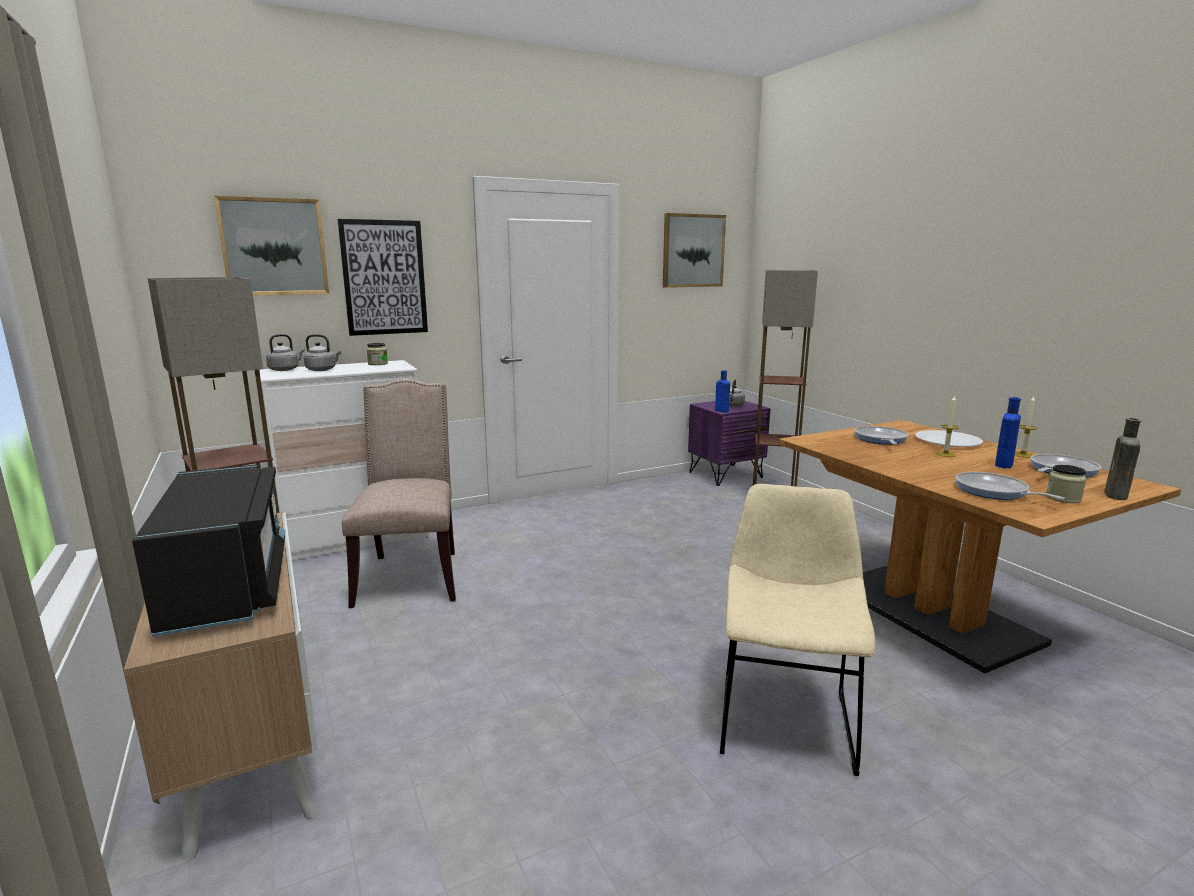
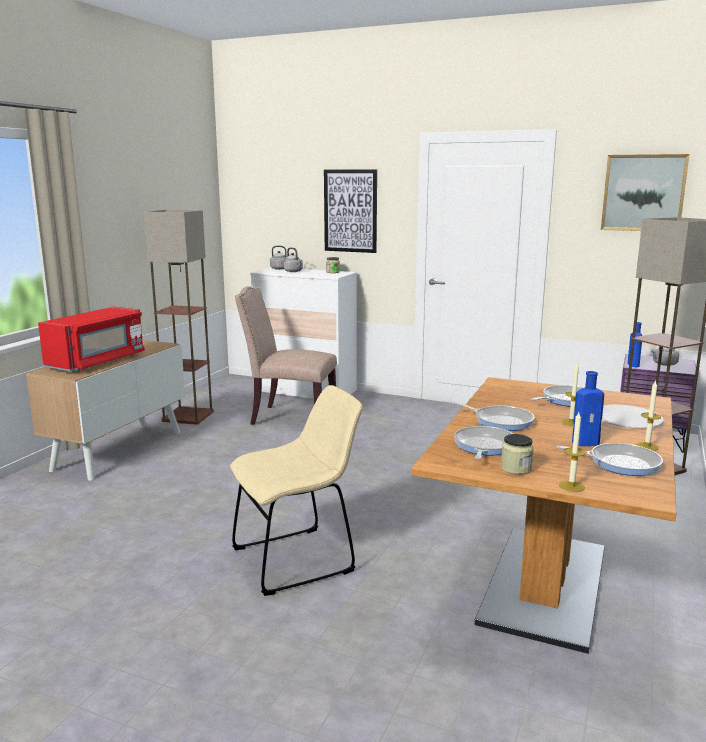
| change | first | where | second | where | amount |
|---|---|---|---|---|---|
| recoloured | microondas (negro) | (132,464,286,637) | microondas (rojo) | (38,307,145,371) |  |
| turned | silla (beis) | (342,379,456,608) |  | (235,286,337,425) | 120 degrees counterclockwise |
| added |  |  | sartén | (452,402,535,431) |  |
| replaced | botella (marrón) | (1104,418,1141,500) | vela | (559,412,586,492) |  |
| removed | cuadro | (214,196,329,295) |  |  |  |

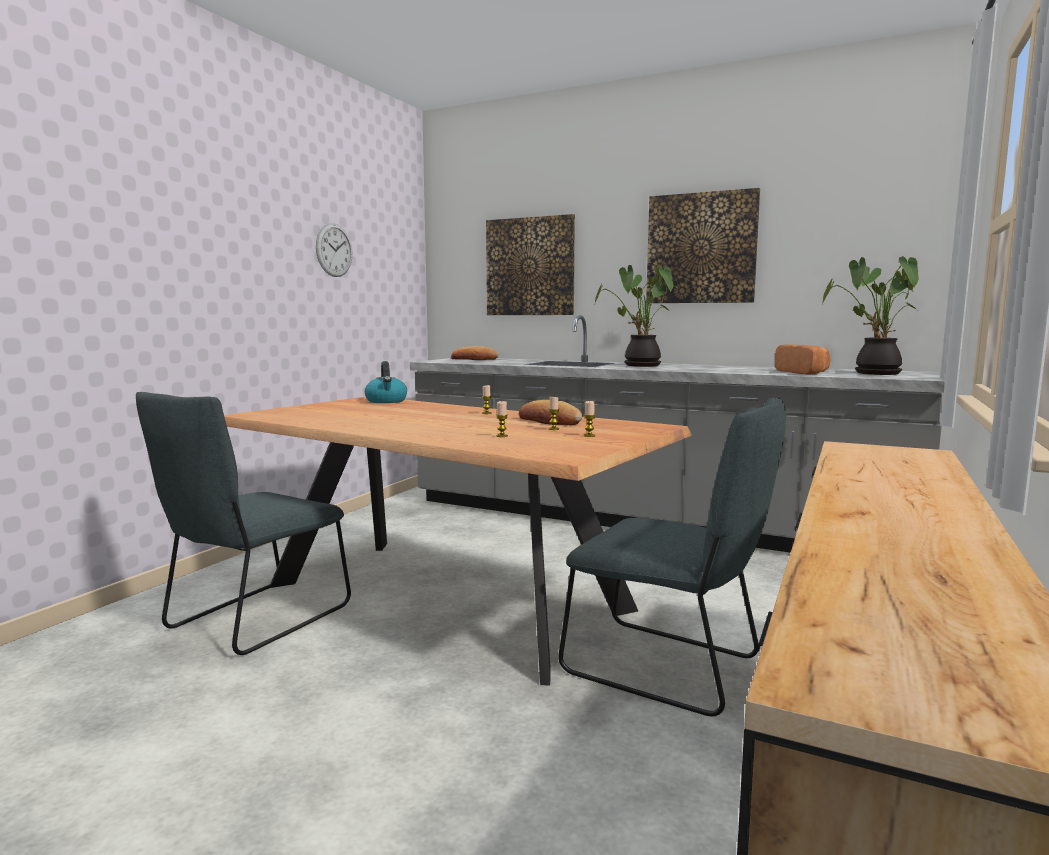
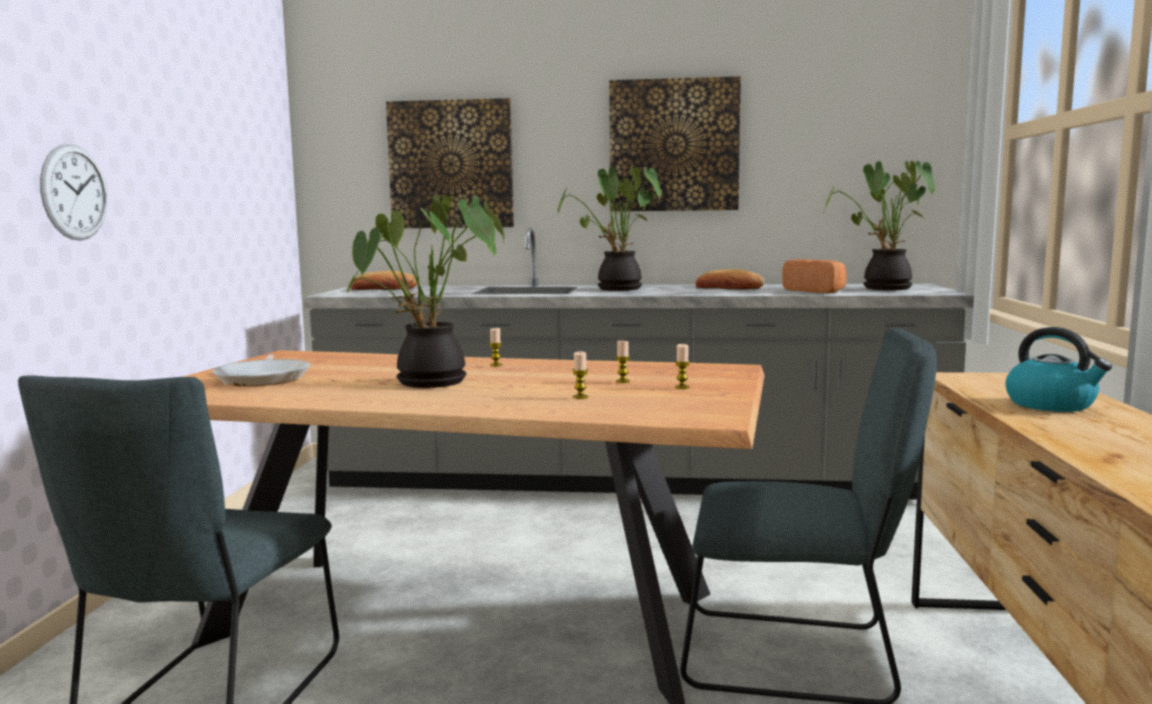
| change | first | where | second | where | amount |
|---|---|---|---|---|---|
| moved | reloj de pared | (316,223,352,277) |  | (40,144,107,241) |  |
| added |  |  | sartén | (212,354,311,386) |  |
| added |  |  | planta en maceta | (347,194,504,388) |  |
| moved | pan | (519,400,582,425) |  | (696,269,765,290) |  |
| moved | hervidor | (365,361,407,403) |  | (1005,327,1112,412) |  |

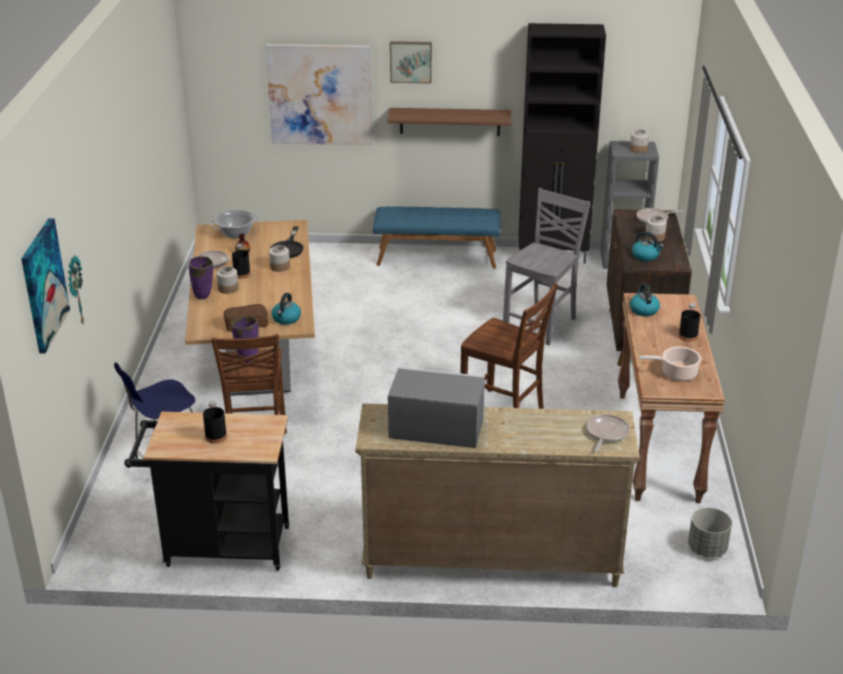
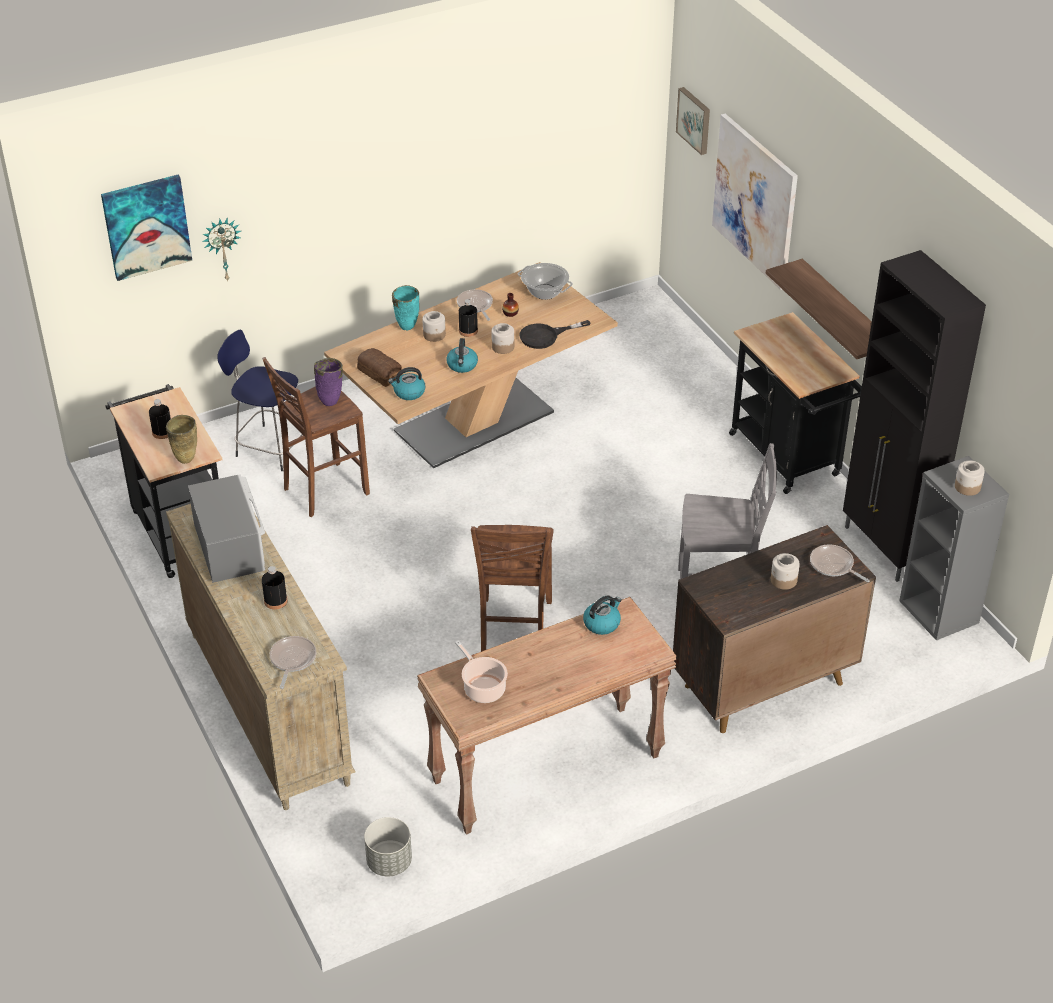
| change | first | where | second | where | amount |
|---|---|---|---|---|---|
| added |  |  | florero (beis) | (166,415,197,464) |  |
| moved | botella (negro) | (678,303,700,342) |  | (262,566,288,609) |  |
| turned | sartén | (586,414,630,452) |  | (270,636,316,689) | 75 degrees counterclockwise |
| recoloured | florero (morado) | (189,256,213,299) | florero (turquesa) | (392,285,419,331) |  |
| moved | hervidor | (632,232,664,261) |  | (446,338,478,373) |  |
| moved | cuadro | (390,41,432,84) |  | (676,87,710,155) |  |
| replaced | banco (azul) | (373,206,500,269) | carrito (negro) | (729,312,862,494) |  |

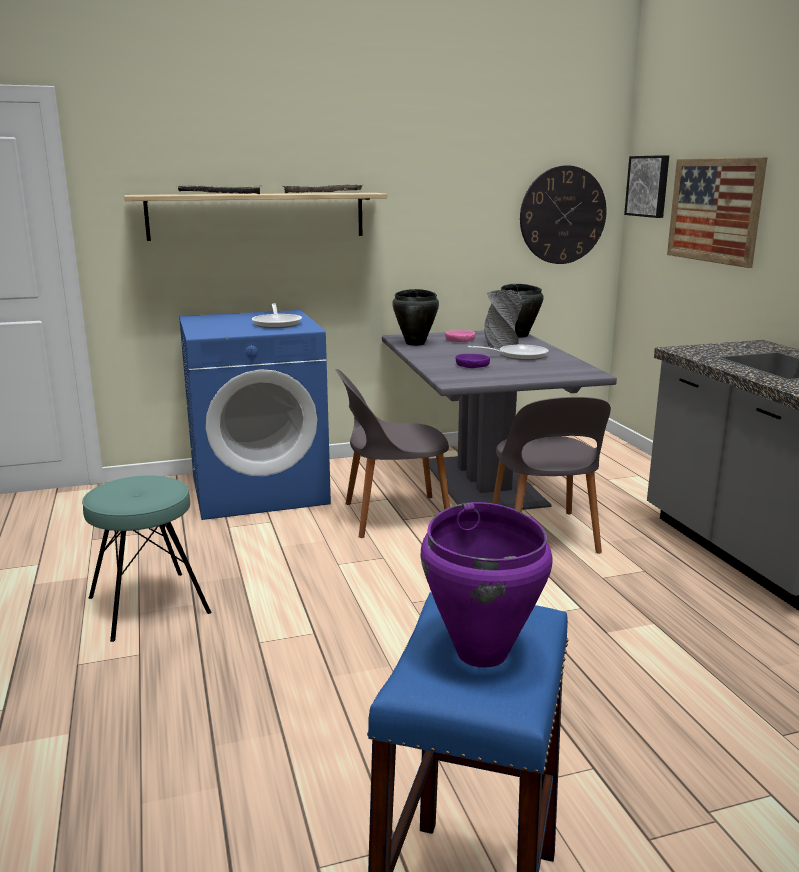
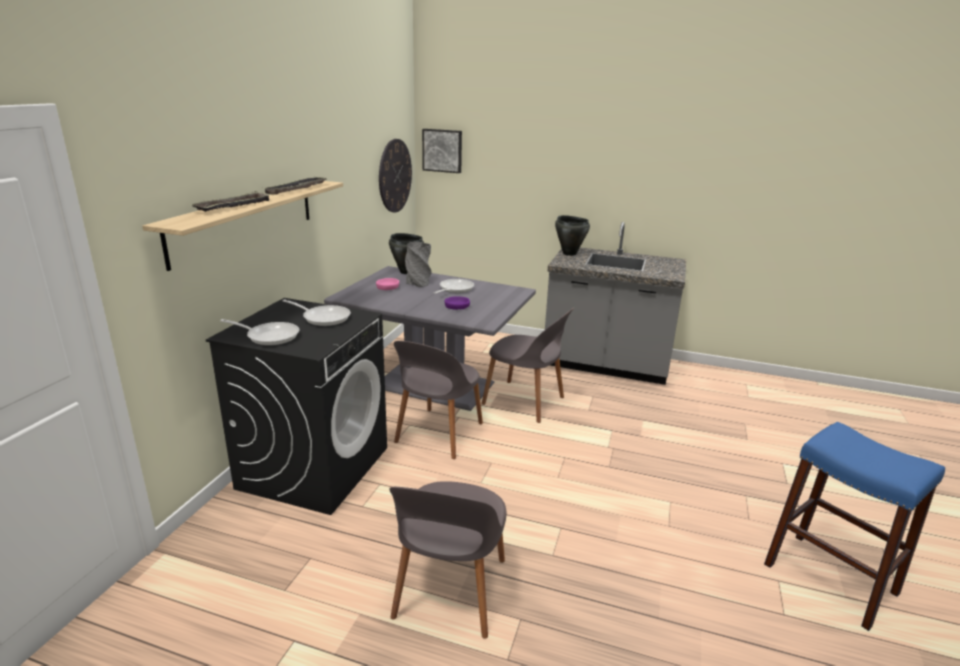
| change | first | where | second | where | amount |
|---|---|---|---|---|---|
| recoloured | lavadora (azul) | (179,310,331,520) | lavadora (negro) | (206,298,387,515) |  |
| added |  |  | sartén | (220,319,299,346) |  |
| replaced | taburete (turquesa) | (82,476,211,642) | silla (gris) | (389,481,506,639) |  |
| moved | olla (negro) | (392,289,439,346) |  | (555,215,590,256) |  |
| removed | olla (morado) | (421,502,553,668) |  |  |  |
| removed | cuadro | (667,157,767,268) |  |  |  |

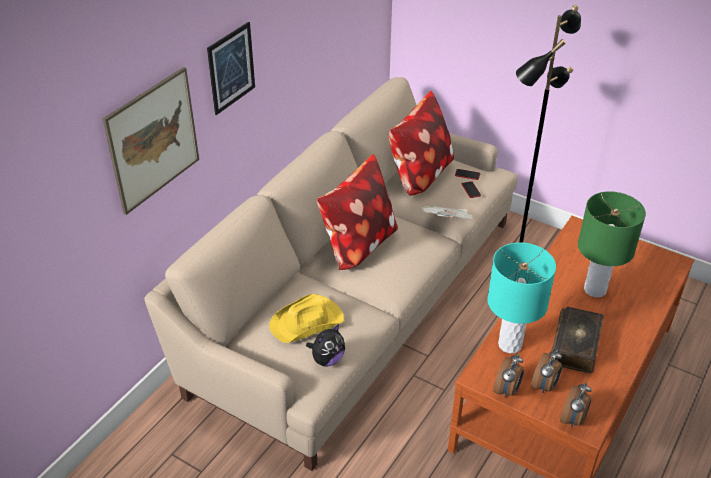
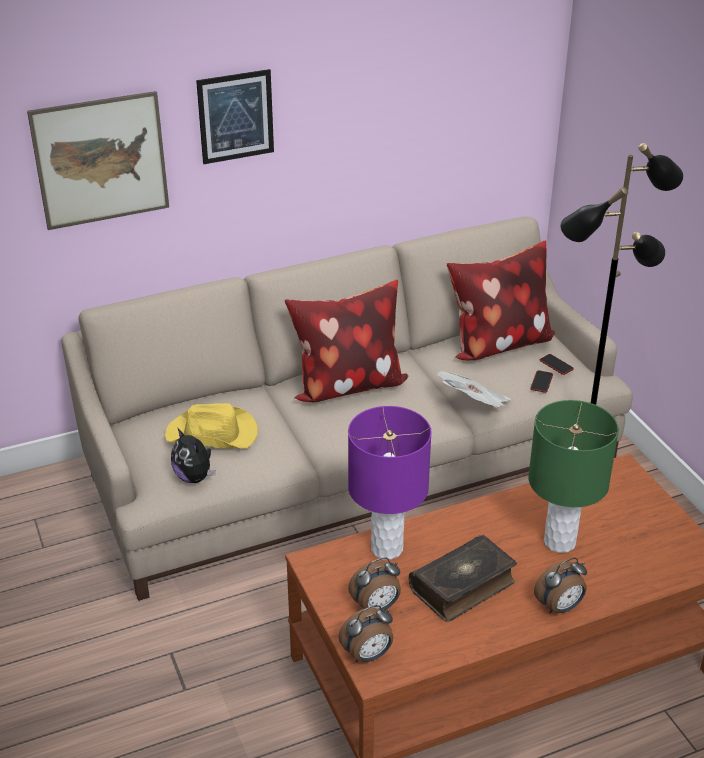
| change | first | where | second | where | amount |
|---|---|---|---|---|---|
| turned | peluche | (306,324,345,367) |  | (171,428,216,483) | 60 degrees clockwise |
| recoloured | lámpara de mesa (turquesa) | (488,243,556,353) | lámpara de mesa (morado) | (348,406,432,560) |  |
| moved | despertador | (493,354,524,398) |  | (534,558,587,613) |  |

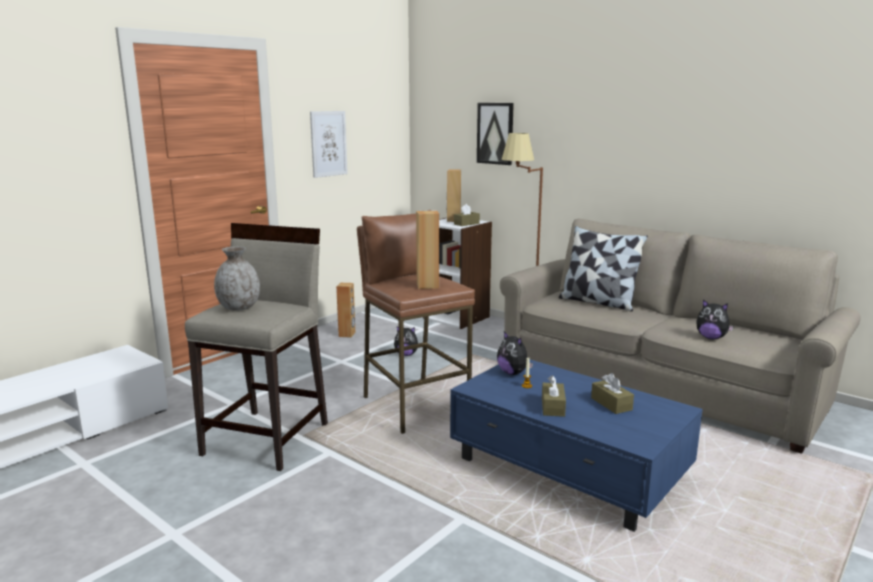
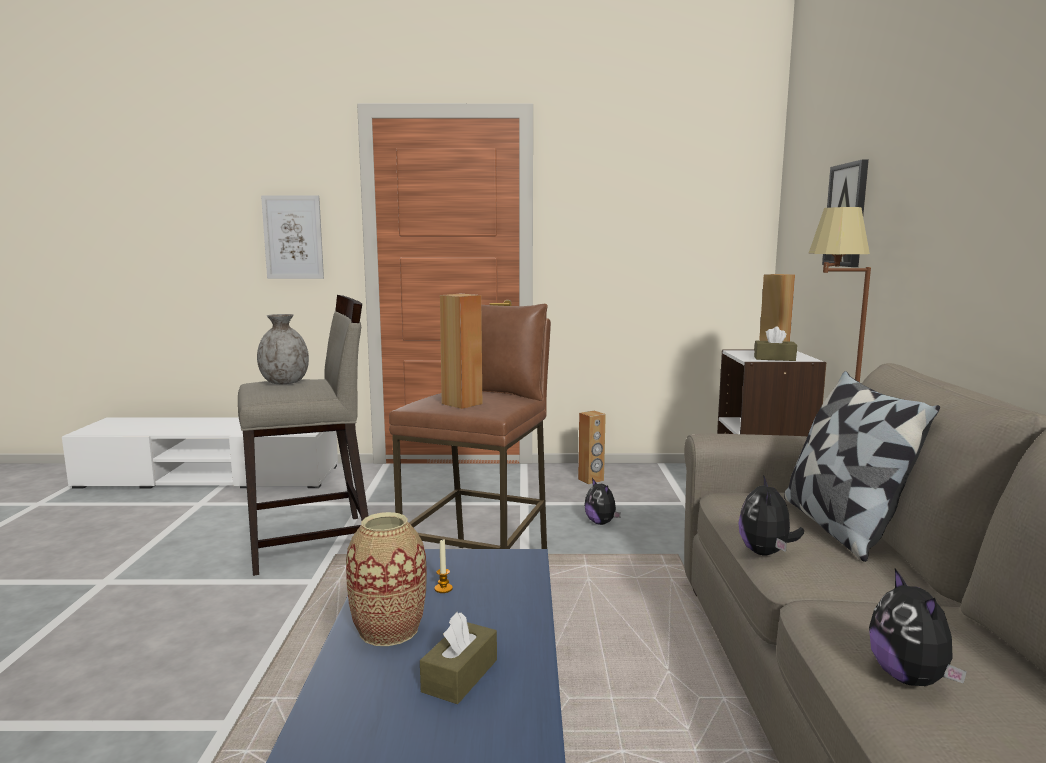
| change | first | where | second | where | amount |
|---|---|---|---|---|---|
| moved | cuadro | (310,111,348,178) |  | (261,195,324,279) |  |
| replaced | caja de pañuelos (marrón) | (542,375,566,417) | florero | (346,512,427,646) |  |
| moved | peluche | (497,331,533,375) |  | (738,475,804,555) |  |

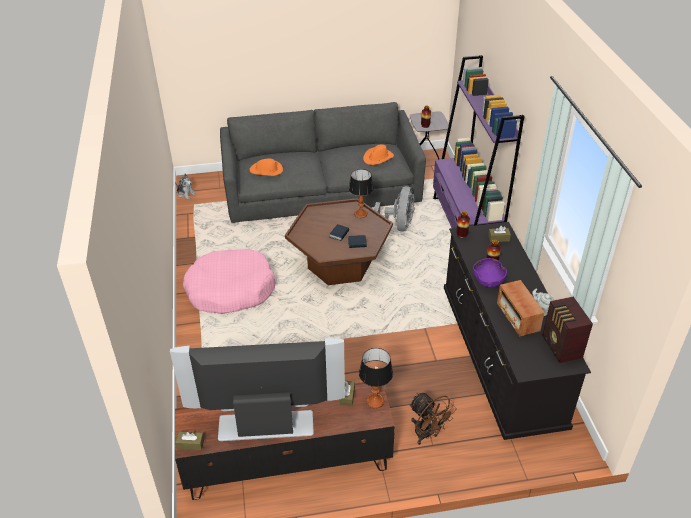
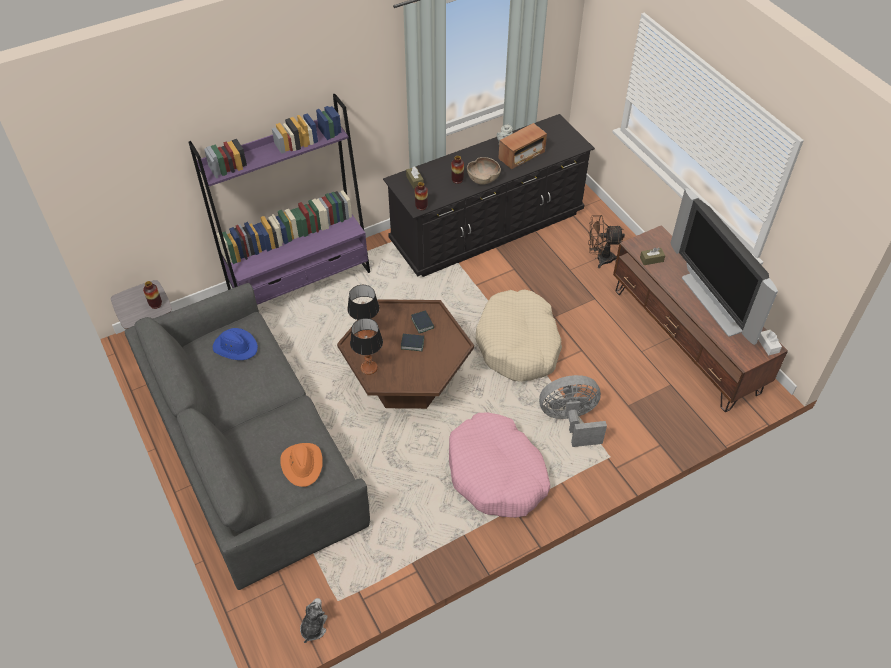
| change | first | where | second | where | amount |
|---|---|---|---|---|---|
| recoloured | sombrero (naranja) | (363,145,394,165) | sombrero (azul) | (213,328,258,360) |  |
| moved | lámpara de mesa | (359,348,393,408) |  | (350,318,383,375) |  |
| recoloured | cuenco (morado) | (473,258,507,288) | cuenco (marrón) | (467,157,501,185) |  |
| added |  |  | cama para perro (beis) | (476,289,562,382) |  |
| moved | ventilador (gris) | (374,186,414,231) |  | (539,375,607,447) |  |
| turned | ventilador (marrón) | (409,393,457,445) |  | (588,215,625,268) | 120 degrees counterclockwise |
| recoloured | caja de pañuelos (marrón) | (175,432,204,450) | caja de pañuelos (blanco) | (758,330,782,355) |  |
| removed | radio | (542,297,593,363) |  |  |  |

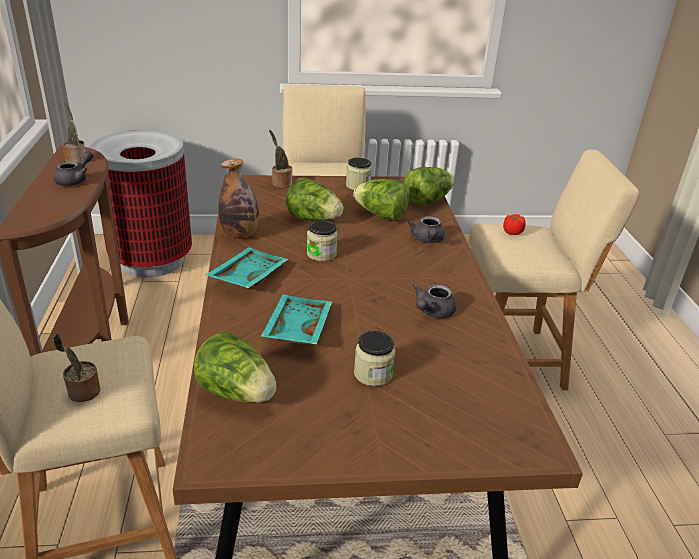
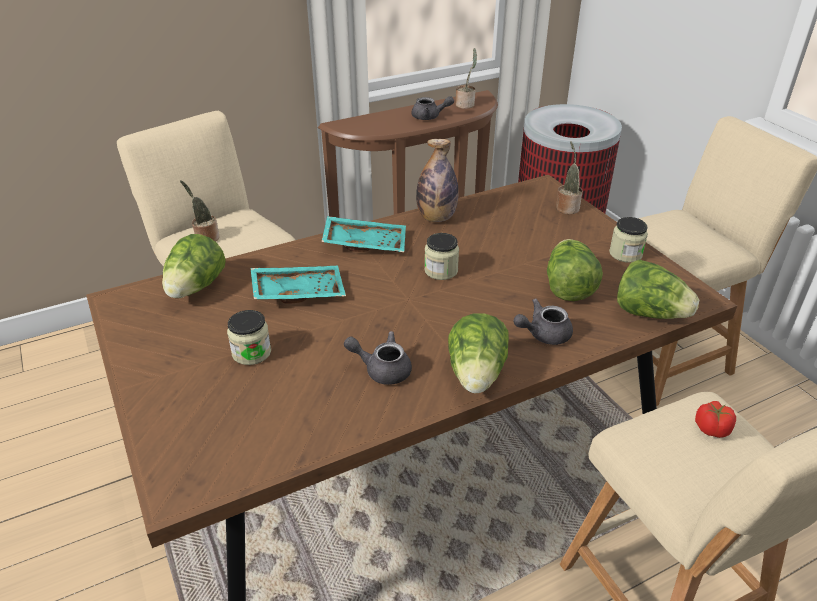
| change | first | where | second | where | amount |
|---|---|---|---|---|---|
| moved | lechuga | (286,178,343,221) |  | (448,313,509,393) |  |

